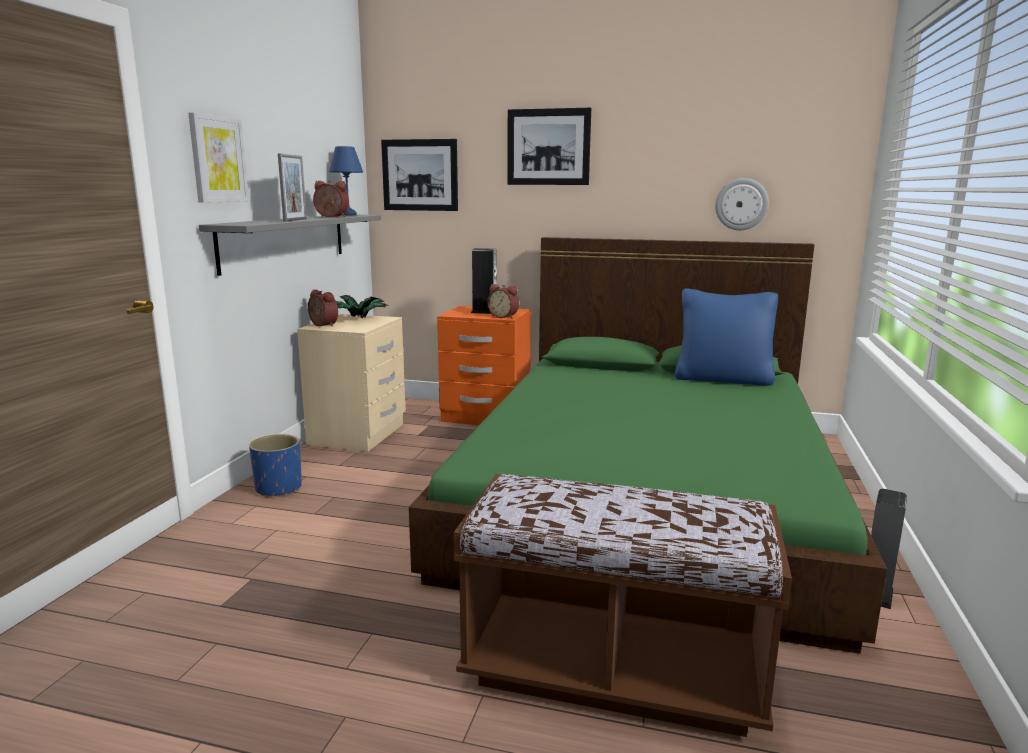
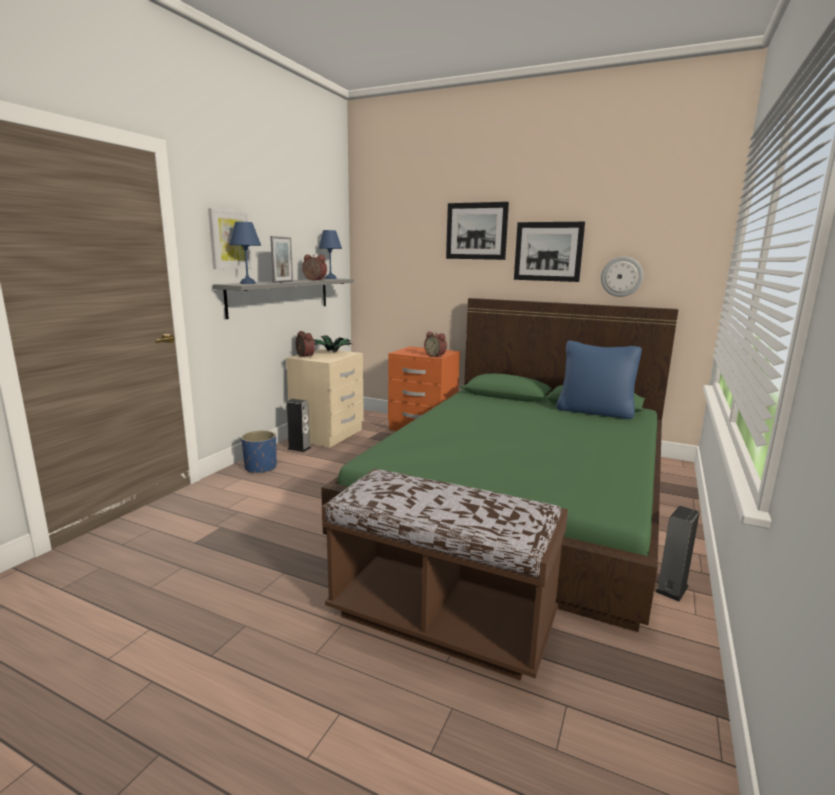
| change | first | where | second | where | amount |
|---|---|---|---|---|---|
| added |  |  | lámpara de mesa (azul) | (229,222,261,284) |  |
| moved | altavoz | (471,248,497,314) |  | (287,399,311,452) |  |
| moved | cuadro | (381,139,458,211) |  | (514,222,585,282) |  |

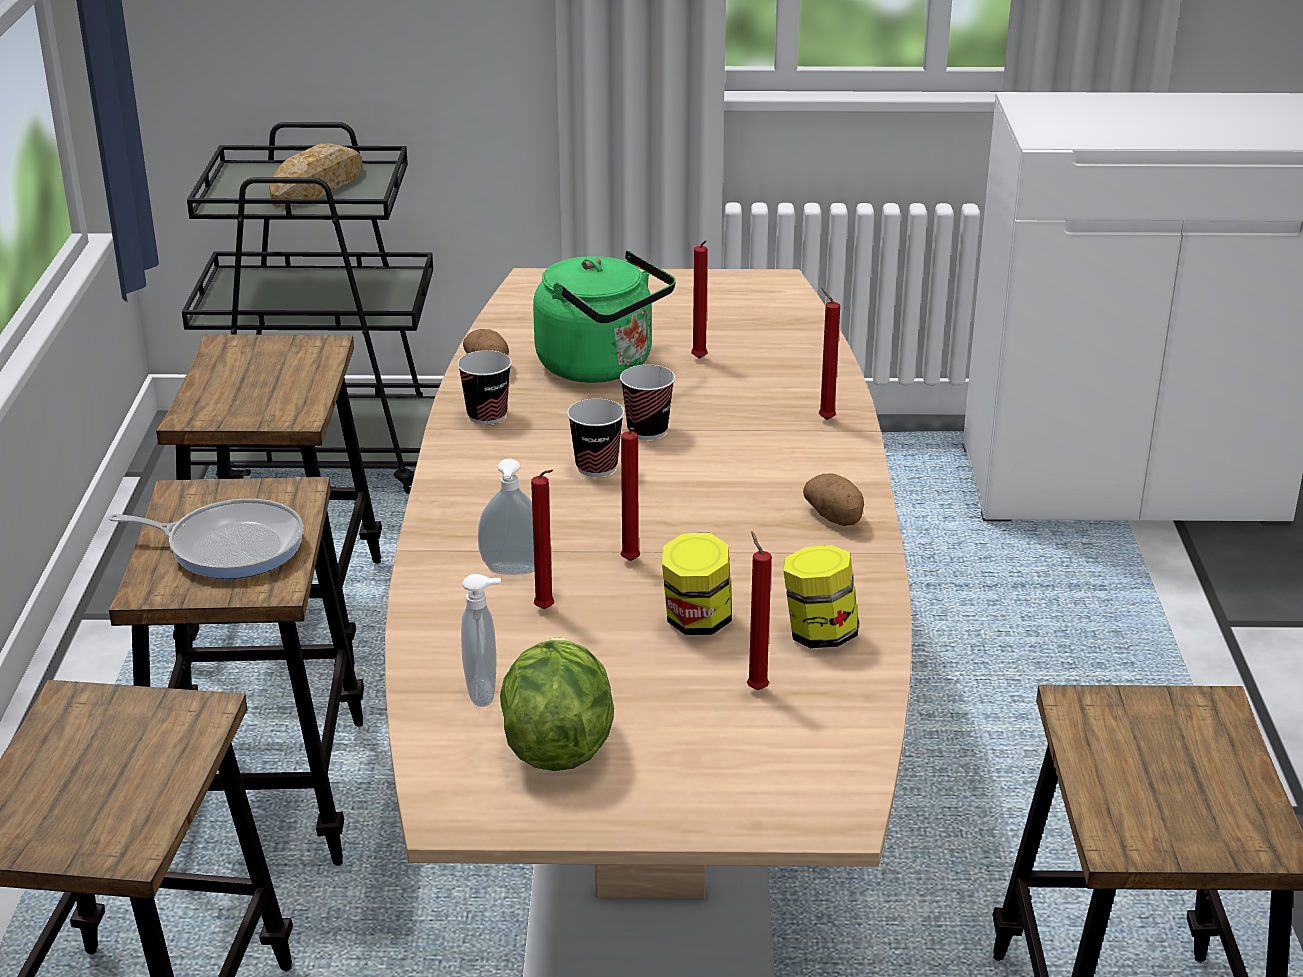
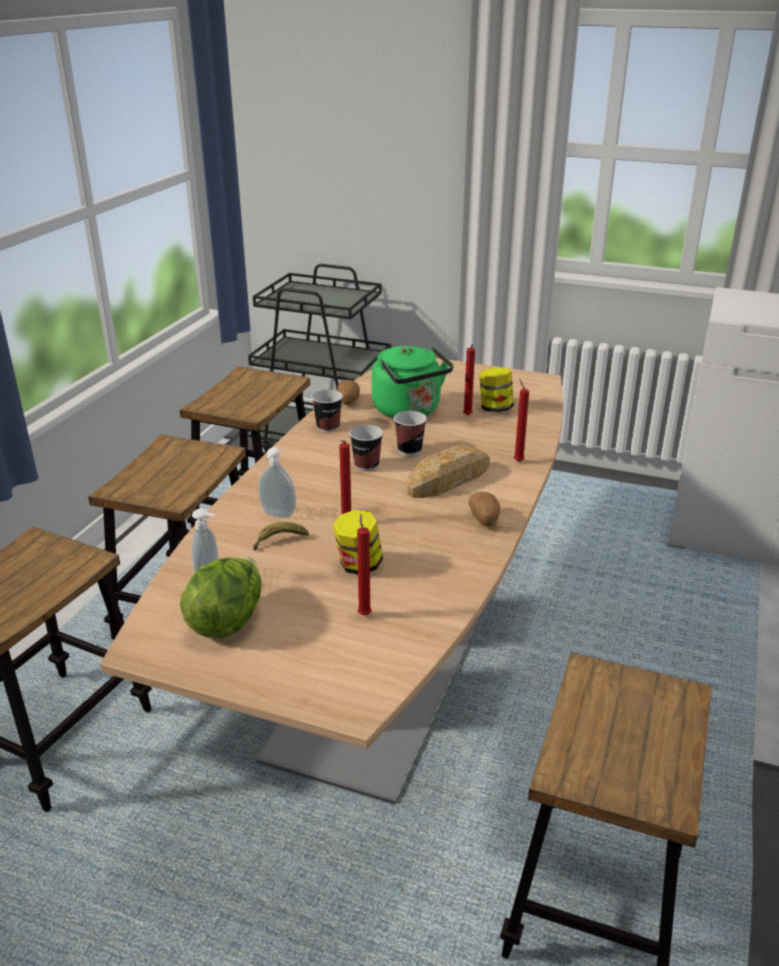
| change | first | where | second | where | amount |
|---|---|---|---|---|---|
| replaced | vela (rojo) | (531,469,554,609) | plátano | (253,522,309,550) |  |
| moved | pan | (269,143,363,208) |  | (407,445,490,498) |  |
| moved | tarro | (783,545,859,648) |  | (479,368,514,412) |  |
| removed | sartén | (108,498,304,579) |  |  |  |

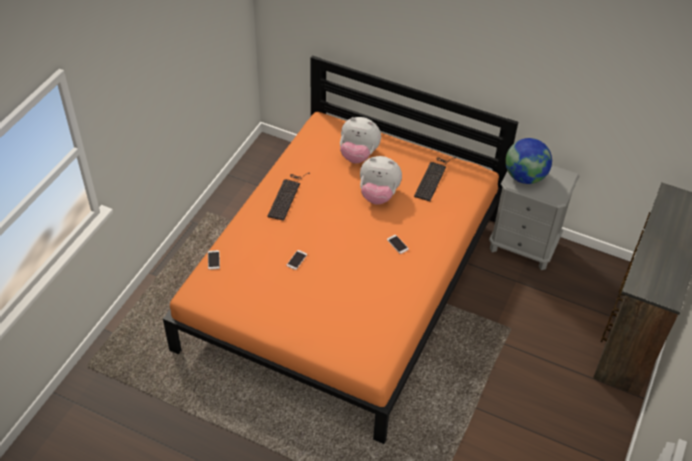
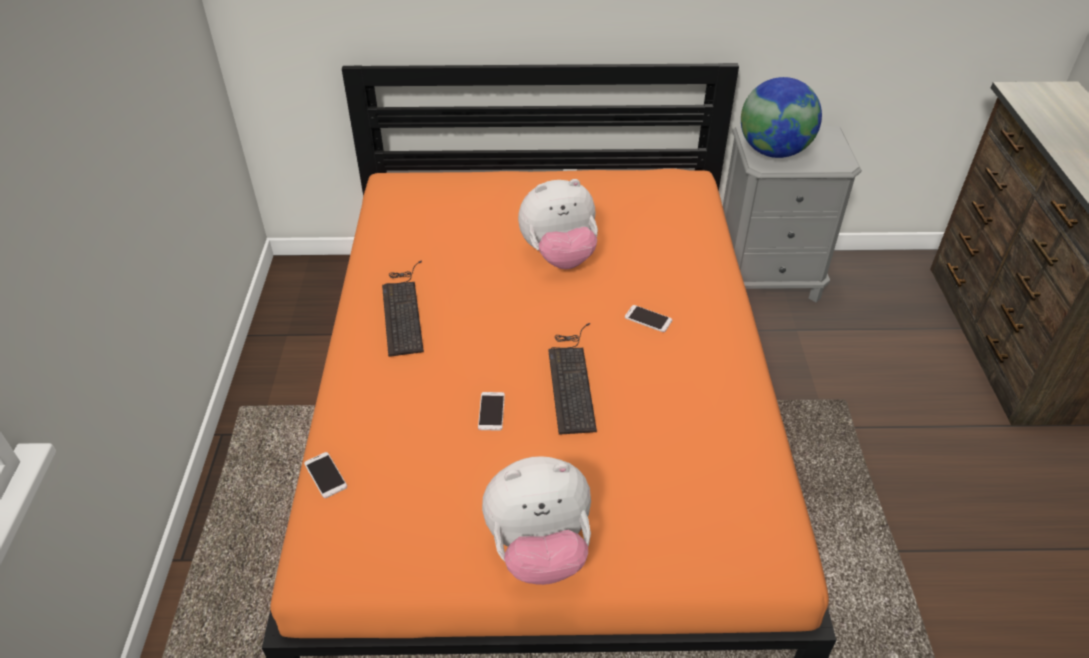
| change | first | where | second | where | amount |
|---|---|---|---|---|---|
| moved | peluche | (340,117,381,163) |  | (482,456,591,585) |  |
| moved | teclado | (414,157,456,201) |  | (548,323,597,435) |  |

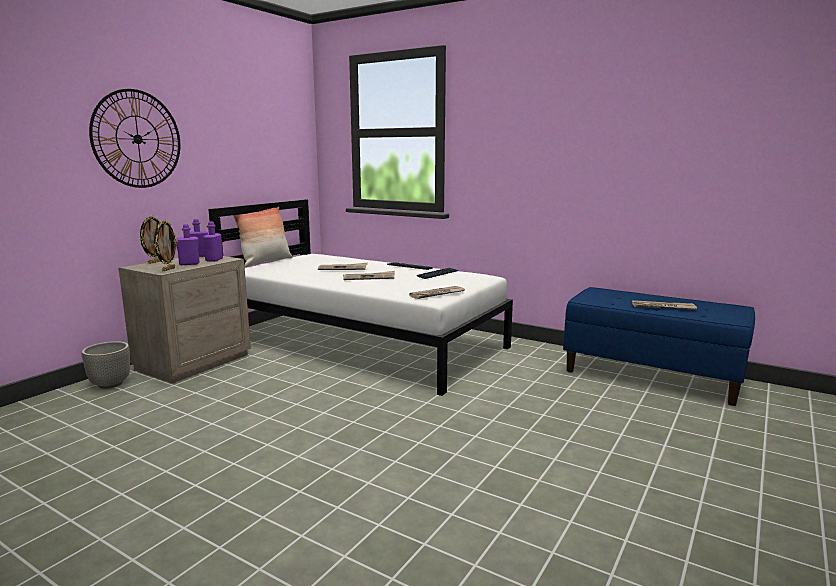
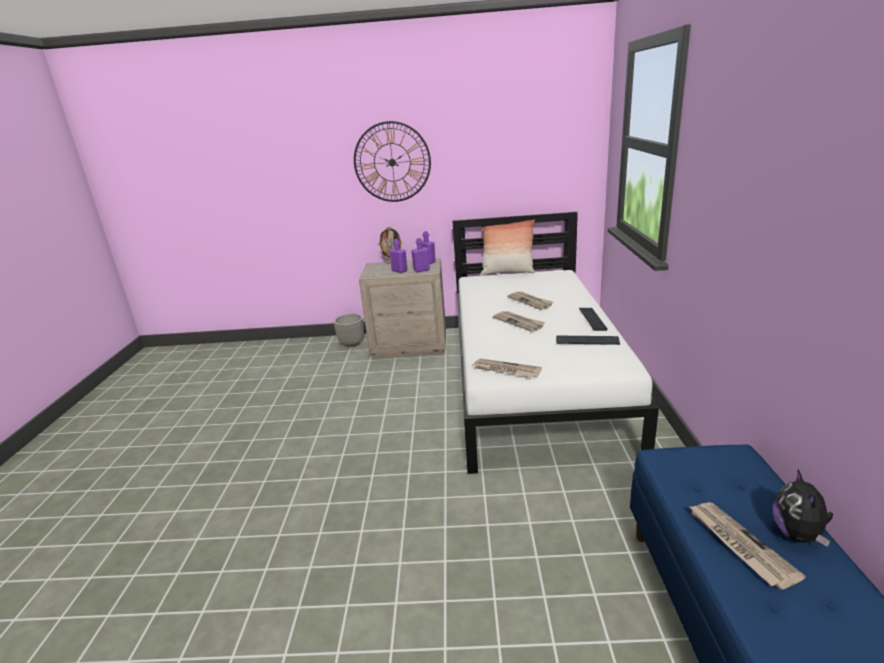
| change | first | where | second | where | amount |
|---|---|---|---|---|---|
| added |  |  | peluche | (773,469,833,547) |  |
| removed | portarretratos | (154,219,178,271) |  |  |  |

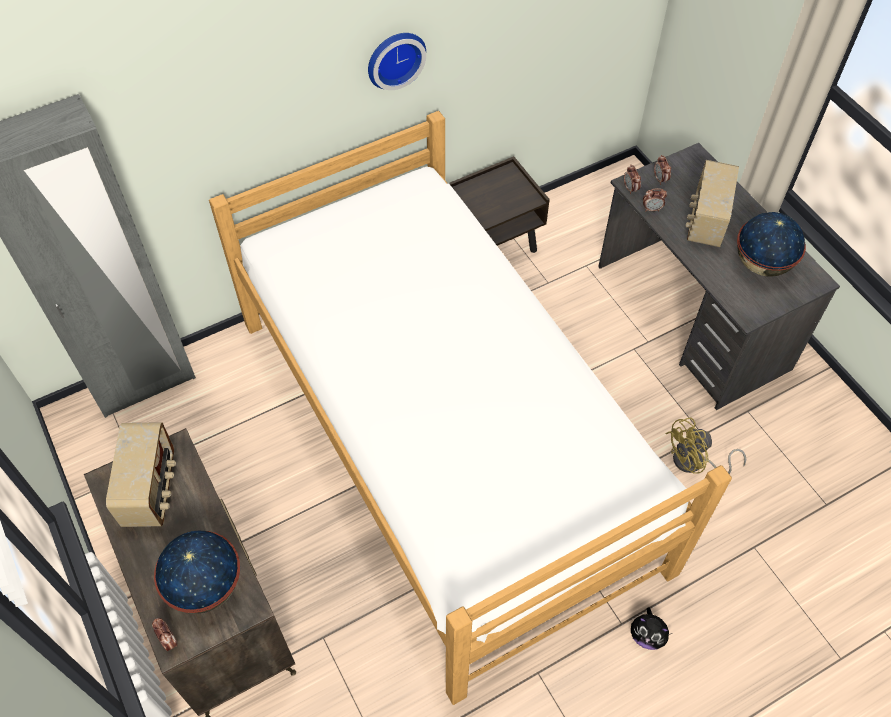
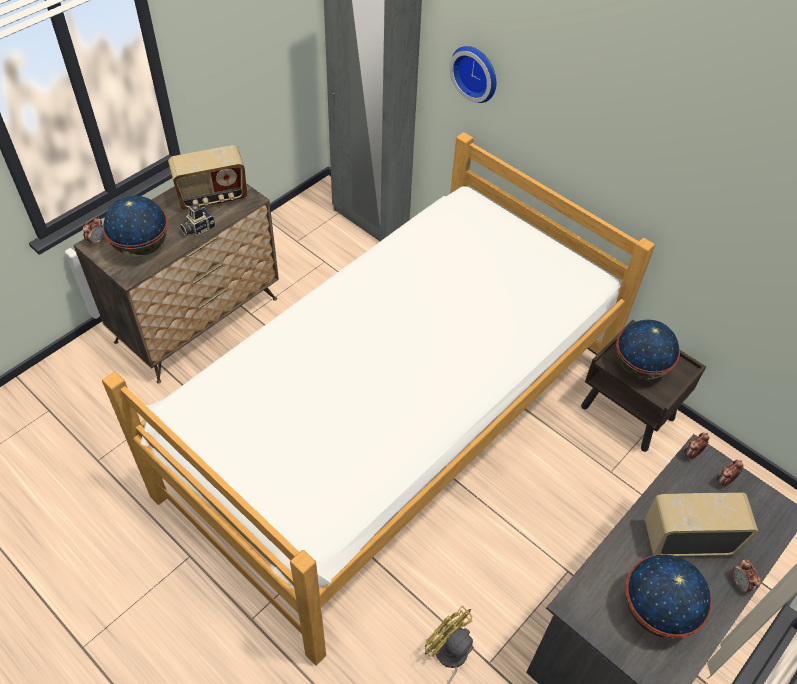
| change | first | where | second | where | amount |
|---|---|---|---|---|---|
| added |  |  | cámara | (180,204,216,236) |  |
| moved | reloj de pared | (368,33,426,90) |  | (450,46,496,103) |  |
| added |  |  | globo terráqueo | (616,320,680,379) |  |
| moved | despertador | (643,188,667,212) |  | (732,560,761,592) |  |
| removed | peluche | (631,607,672,650) |  |  |  |

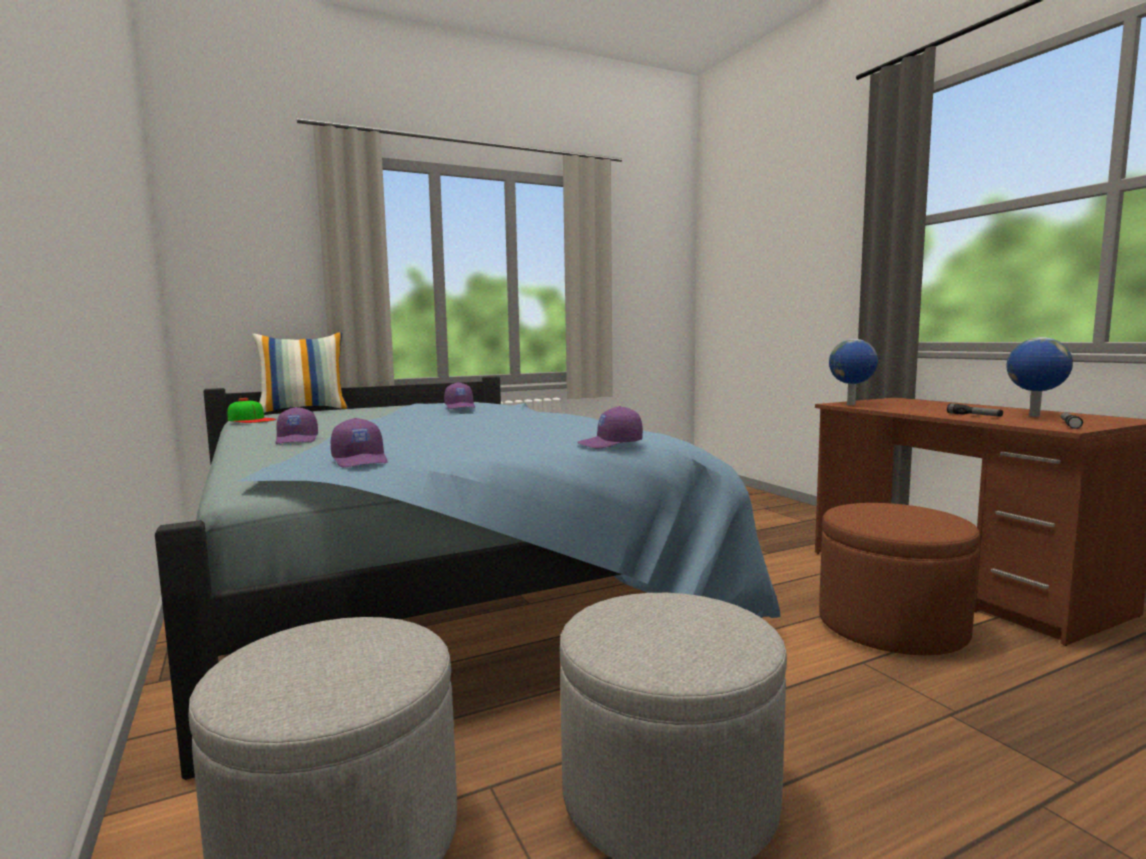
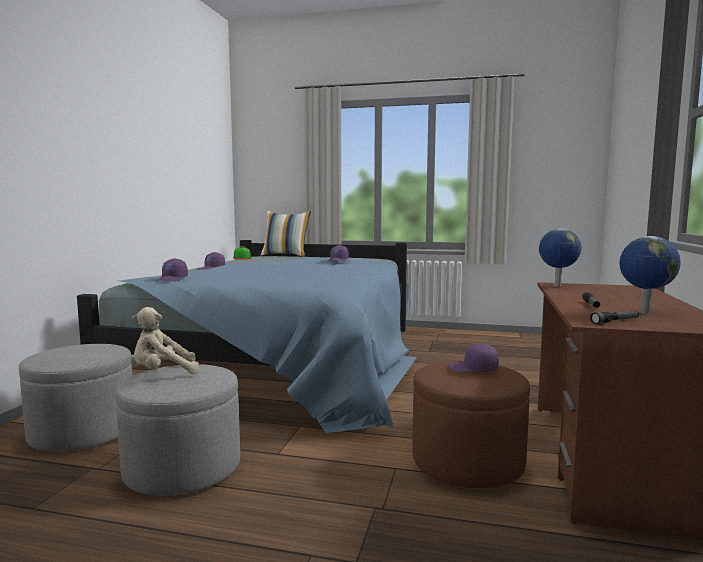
| change | first | where | second | where | amount |
|---|---|---|---|---|---|
| added |  |  | peluche (beis) | (132,307,199,374) |  |
| moved | gorra (morado) | (577,406,643,448) |  | (448,343,499,372) |  |

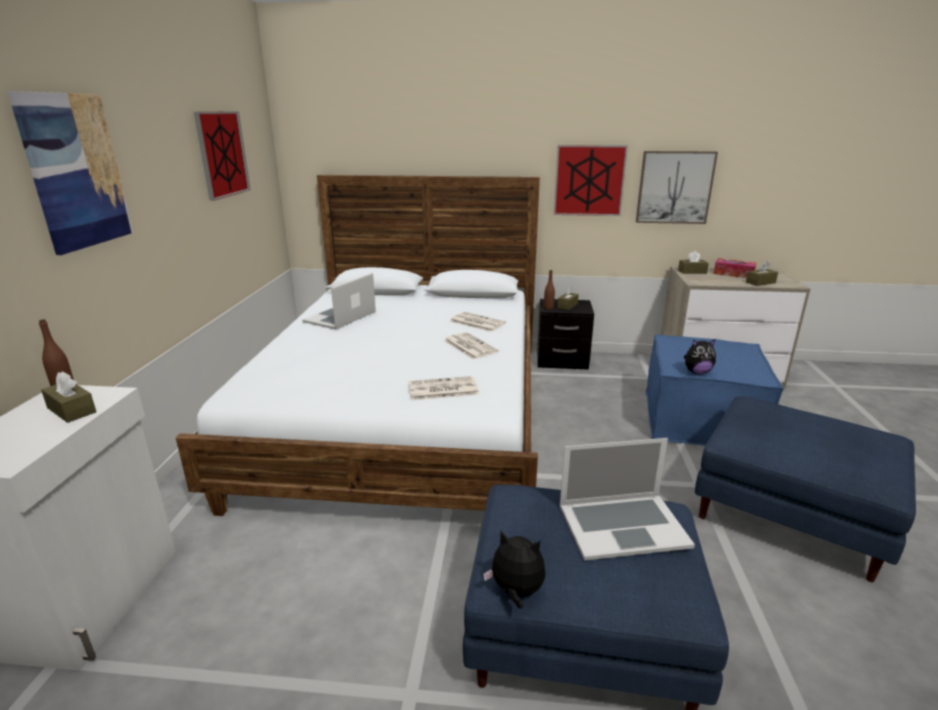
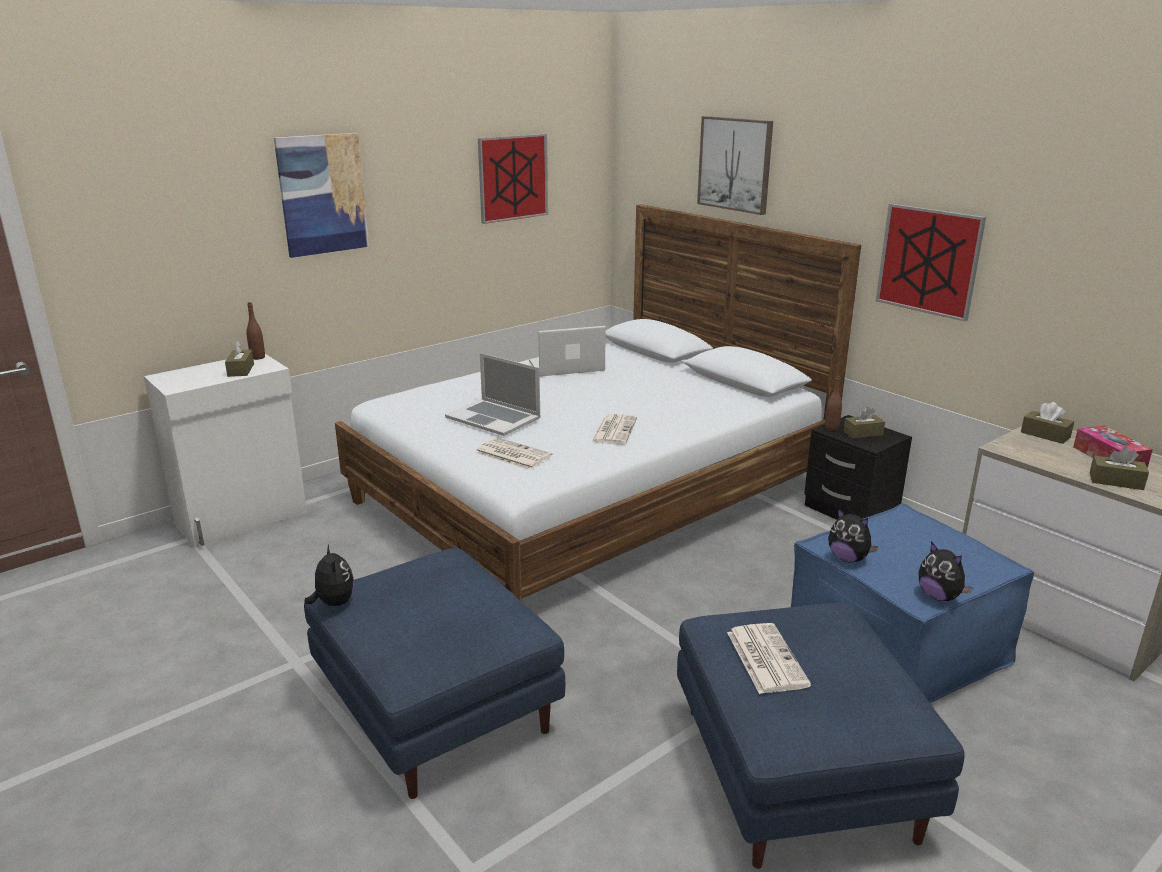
| change | first | where | second | where | amount |
|---|---|---|---|---|---|
| moved | portátil | (560,438,695,561) |  | (445,353,540,436) |  |
| moved | cuadro | (636,151,718,224) |  | (697,116,773,215) |  |
| moved | periódico | (450,312,506,332) |  | (727,623,811,694) |  |
| added |  |  | peluche | (918,541,973,601) |  |

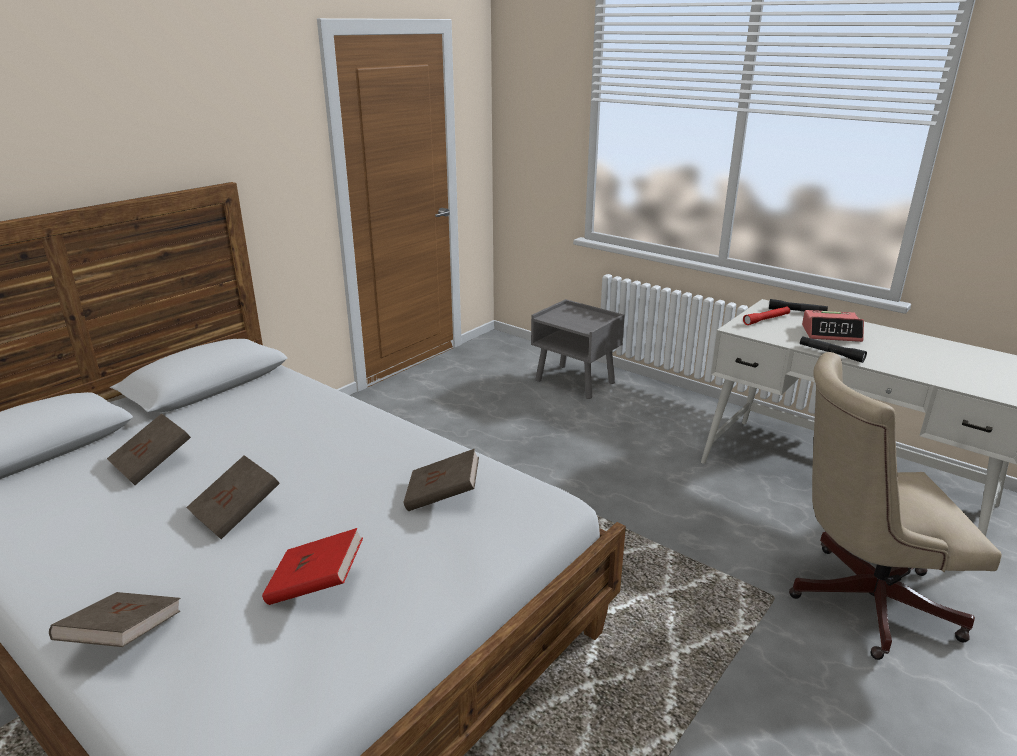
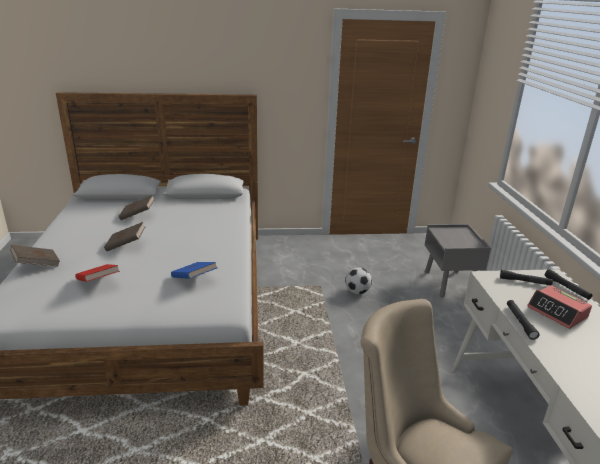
| change | first | where | second | where | amount |
|---|---|---|---|---|---|
| recoloured | libro (marrón) | (403,449,479,511) | libro (azul) | (171,262,217,279) |  |
| added |  |  | balón de fútbol | (345,268,372,294) |  |
| recoloured | linterna (rojo) | (743,307,790,325) | linterna (negro) | (500,270,553,286) |  |

